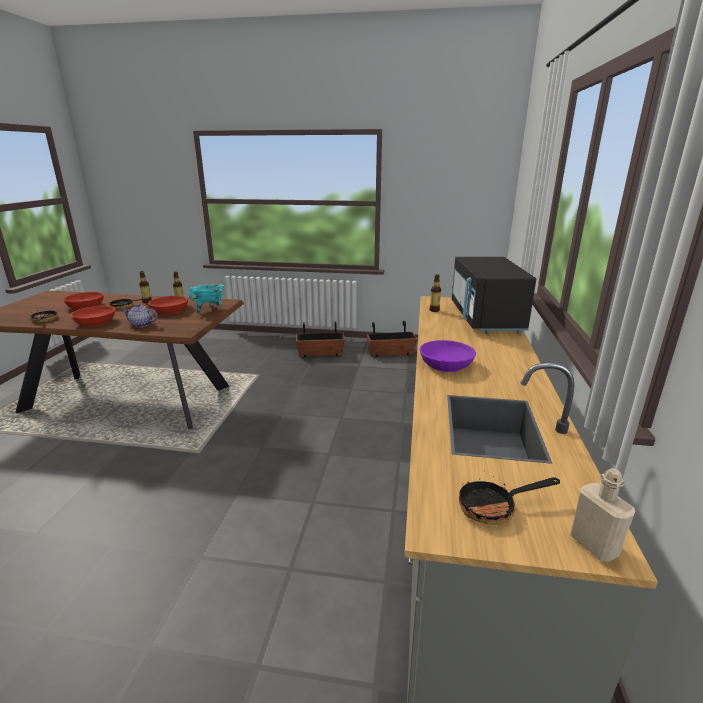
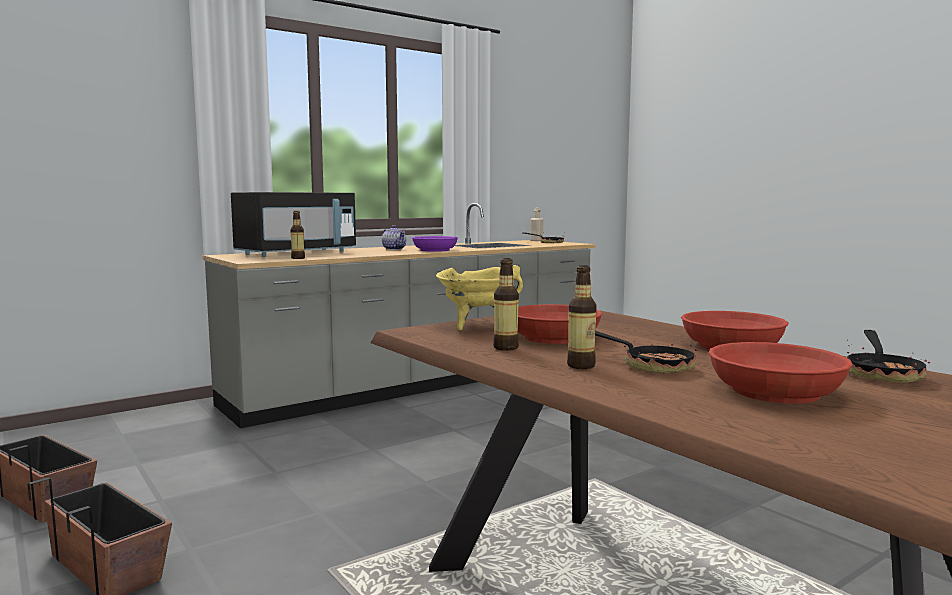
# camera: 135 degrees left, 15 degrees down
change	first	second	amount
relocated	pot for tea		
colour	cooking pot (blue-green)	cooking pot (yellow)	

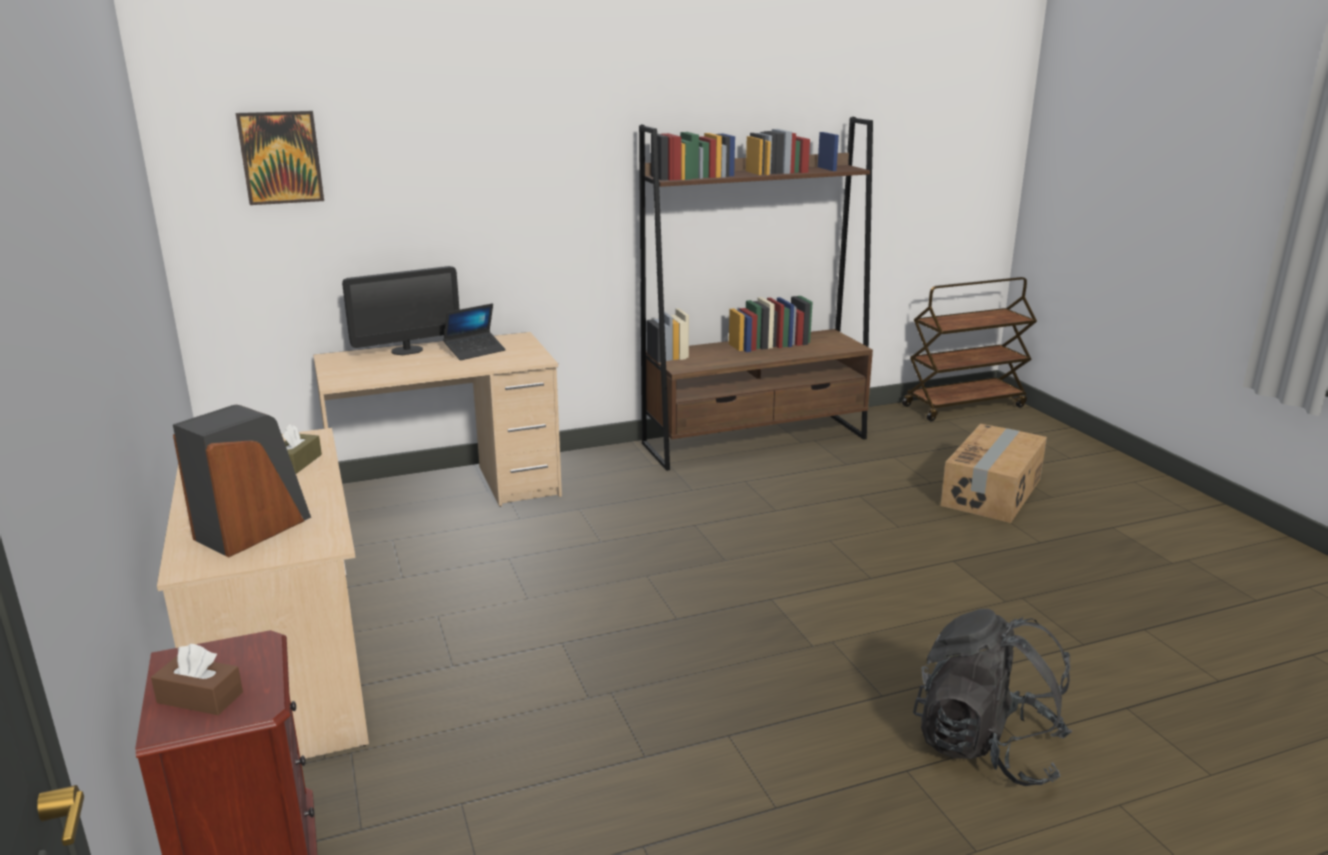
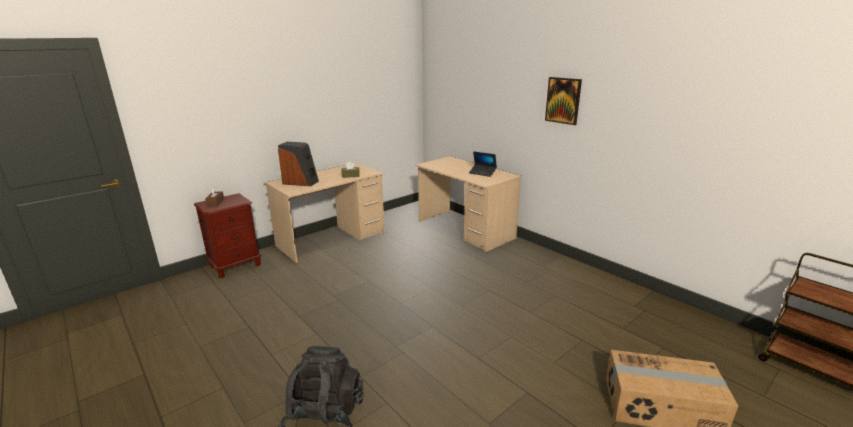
# camera: 70 degrees right, 0 degrees up
change	first	second	amount
relocated	wall art		
missing	computer screen		
missing	bookcase (brown-coloured)		

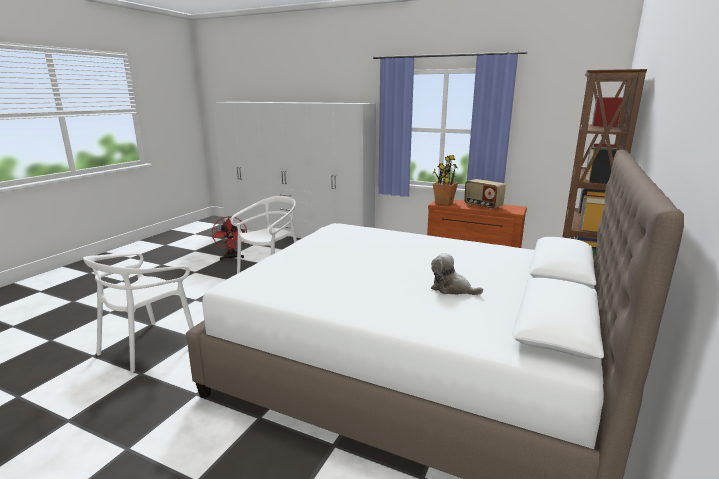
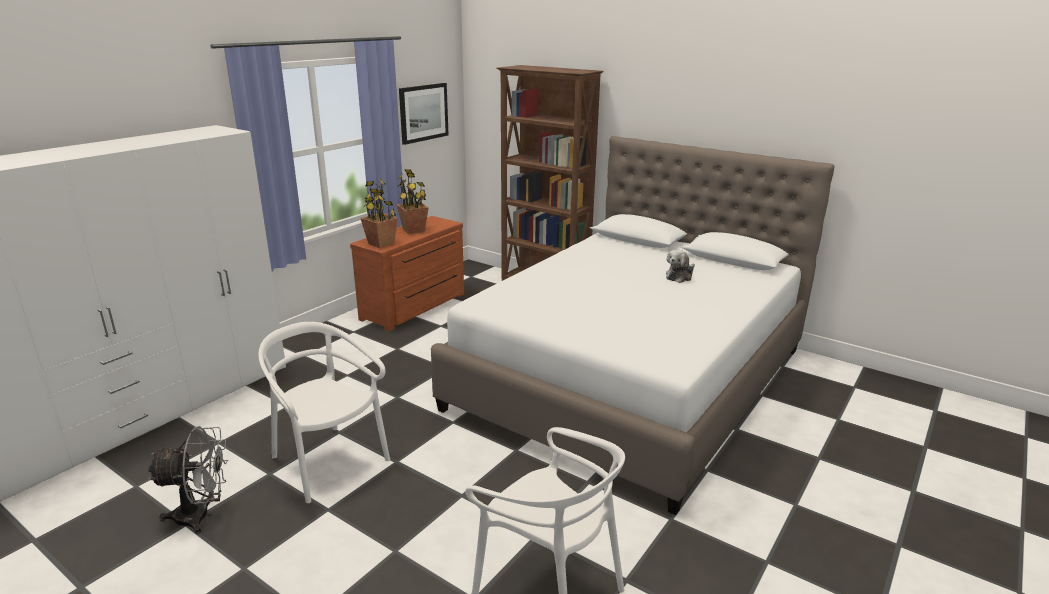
# camera: 80 degrees left, 5 degrees up
change	first	second	amount
colour	fan (red-coloured)	fan (grey)	
exchanged	radio	plant in a pot (no. 2 from left)	
appeared		wall art	

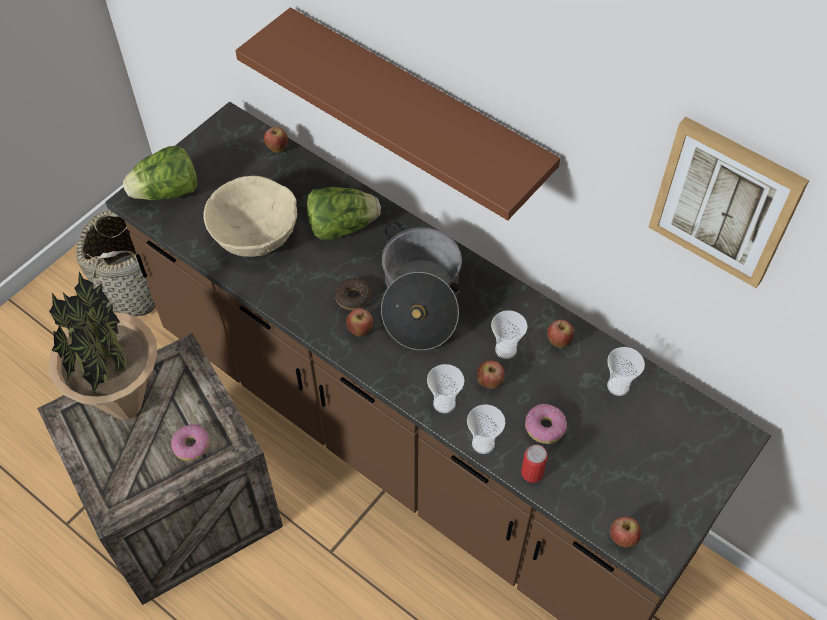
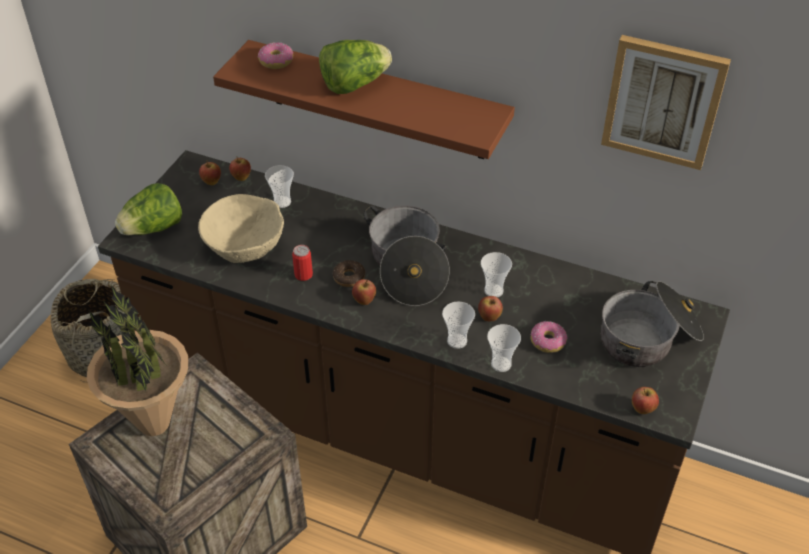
# camera: 15 degrees left, 10 degrees down
change	first	second	amount
relocated	whole apple (no. 4 from left in the first image)	whole apple (no. 1 from left)	
relocated	donut (no. 1 from left)		
relocated	drinking cup (no. 4 from left in the first image)	drinking cup (no. 1 from left)	
relocated	metal can		
relocated	lettuce head (no. 2 from left)		
appeared		cooking pot (no. 2 from left)	

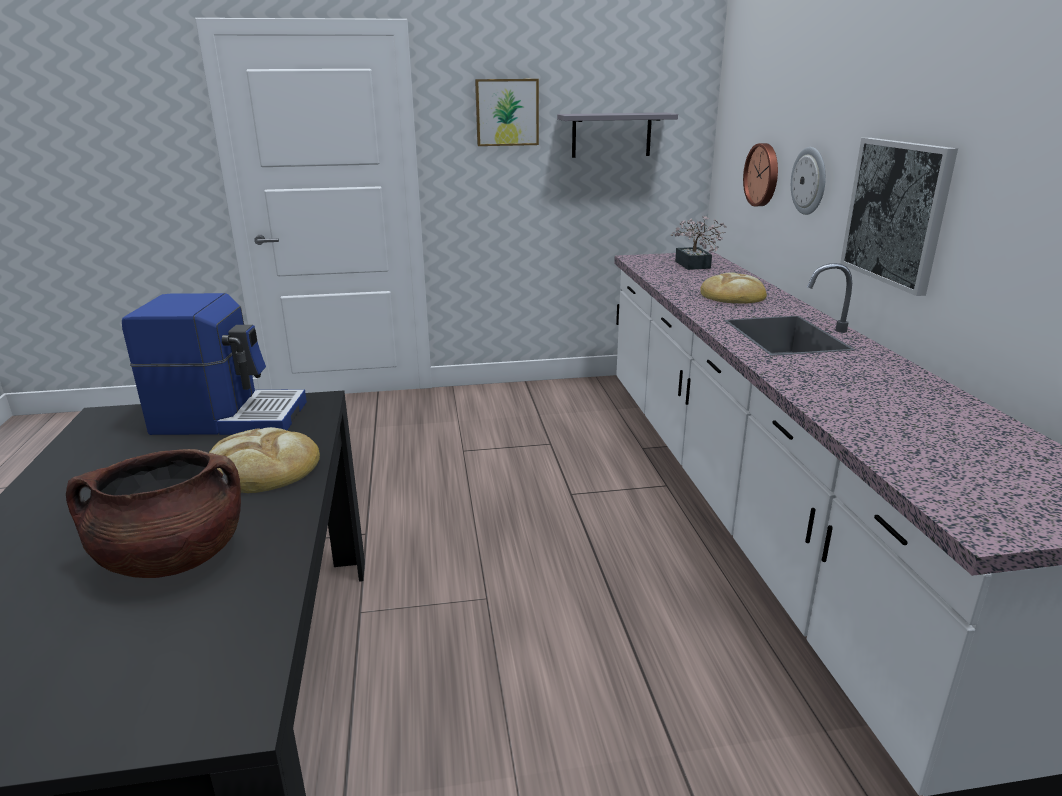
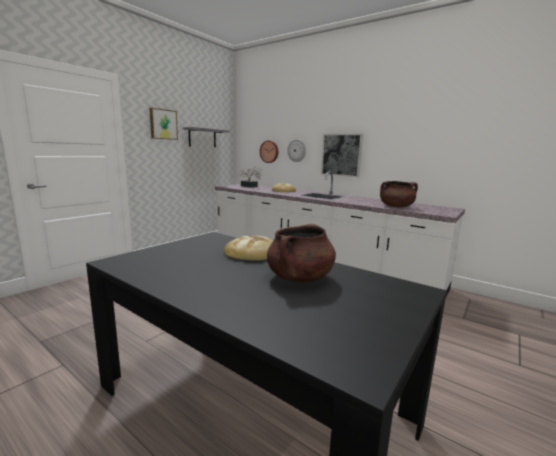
# camera: 45 degrees left, 10 degrees down
change	first	second	amount
appeared		cooking pot (brown-coloured) (no. 2 from left)	
missing	coffee maker		

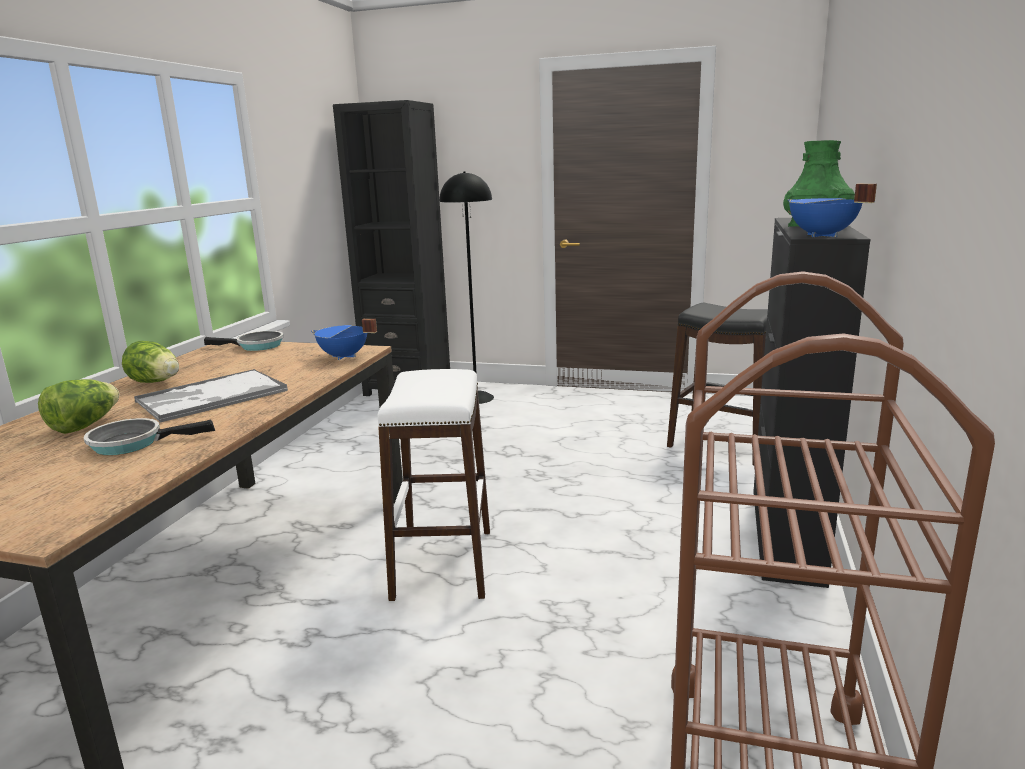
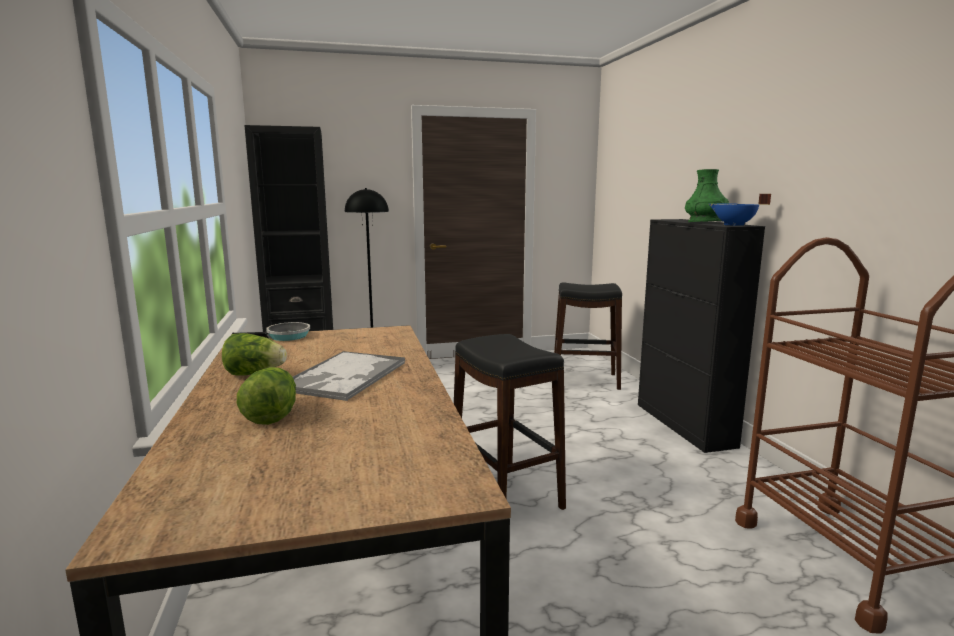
# camera: 30 degrees left, 5 degrees down
change	first	second	amount
colour	stool seat (whitish)	stool seat (black-coloured) (no. 1 from left)	
missing	frying pan (no. 1 from left)		
missing	cooking pot (blue-coloured) (no. 1 from left)		

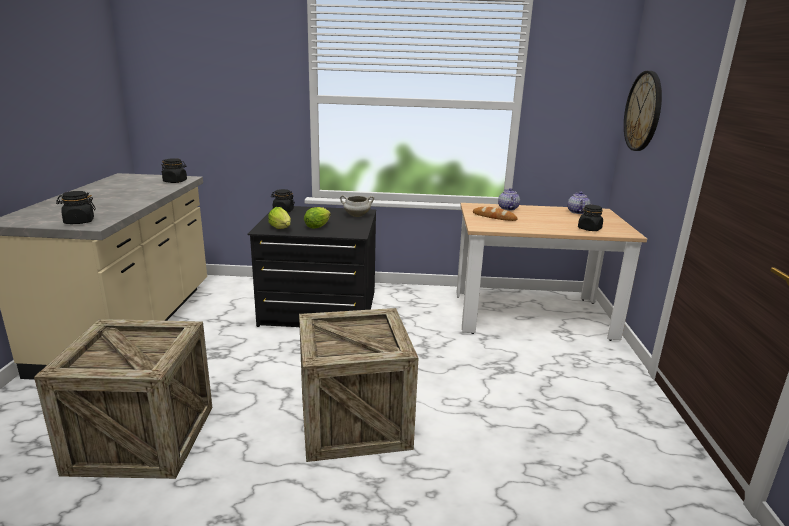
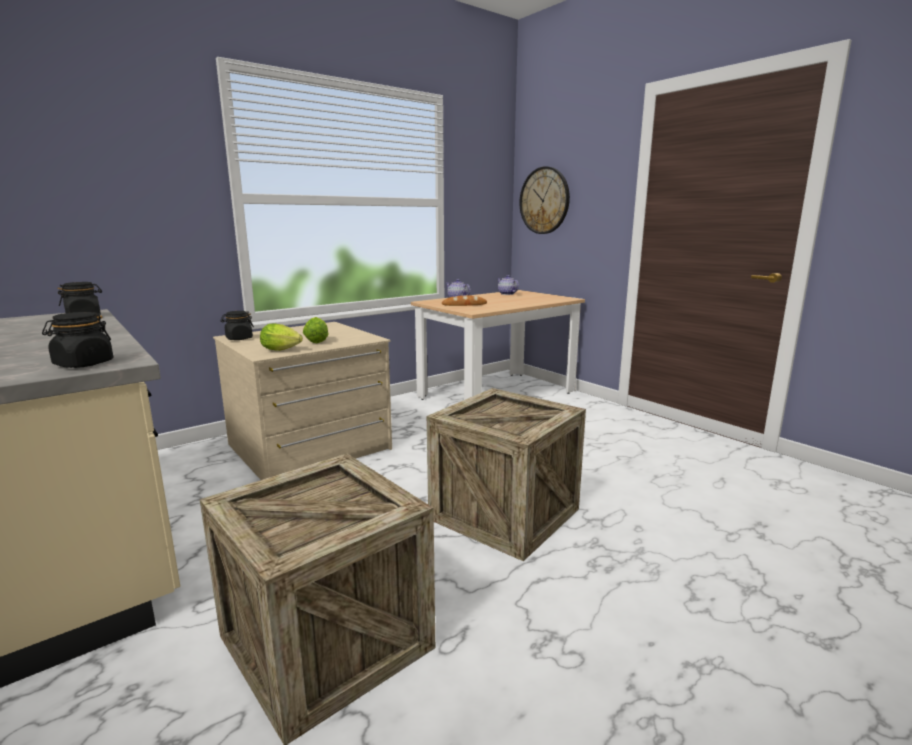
# camera: 40 degrees left, 5 degrees down
change	first	second	amount
colour	chest of drawers (black-coloured)	chest of drawers (beige)	
missing	cooking pot (whitish)		
missing	jar (black-coloured) (no. 4 from left)		

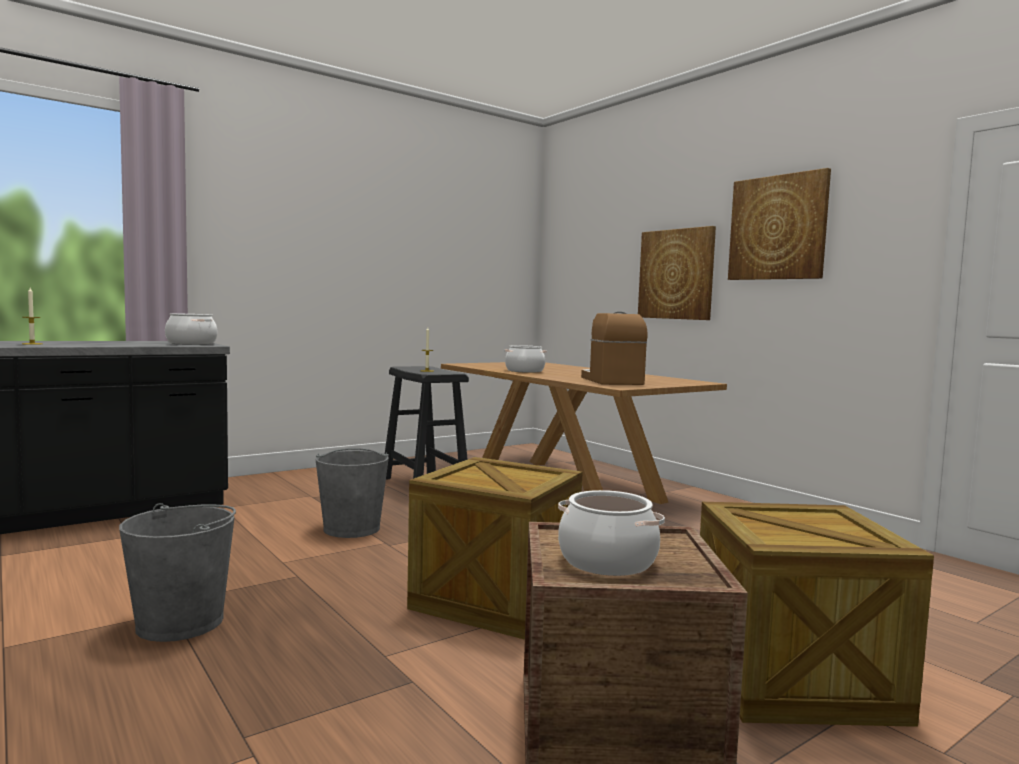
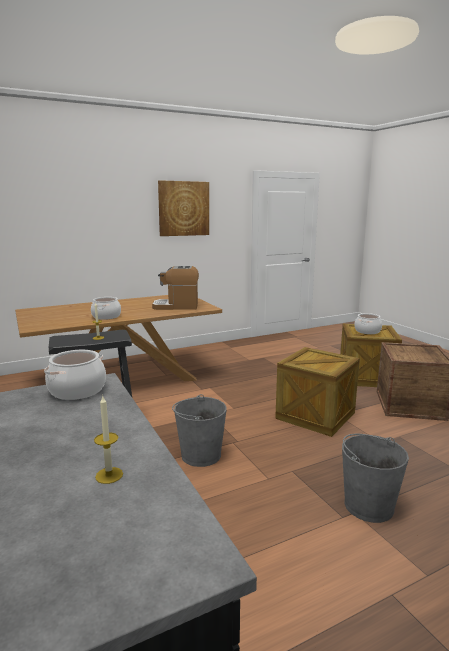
# camera: 80 degrees left, 10 degrees up
change	first	second	amount
relocated	cooking pot (no. 3 from left)		
missing	wall art (no. 1 from left)		

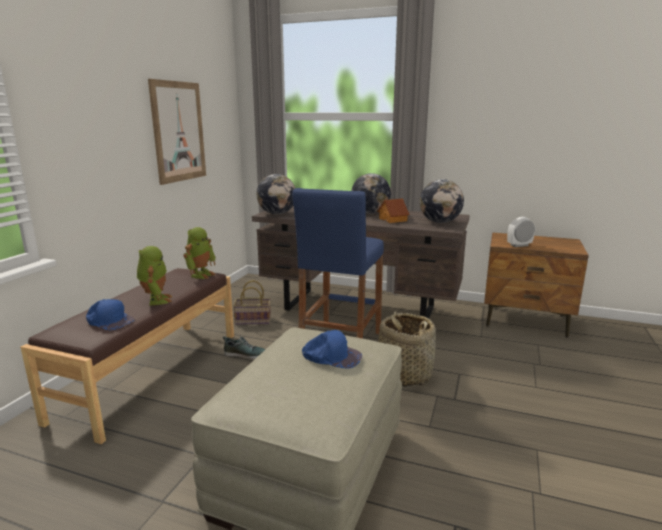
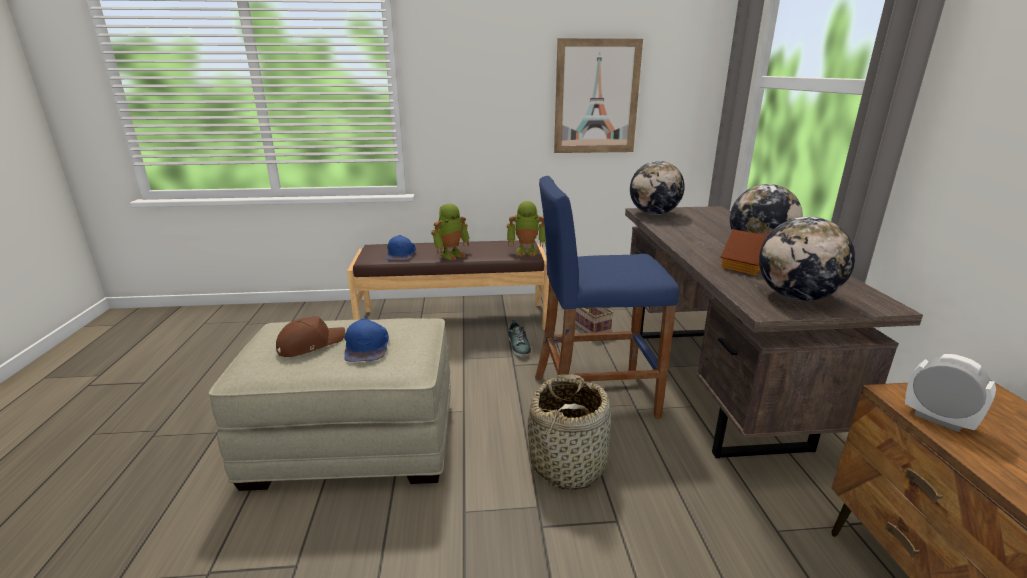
# camera: 65 degrees right, 5 degrees up
change	first	second	amount
appeared		cap (brown-coloured)	

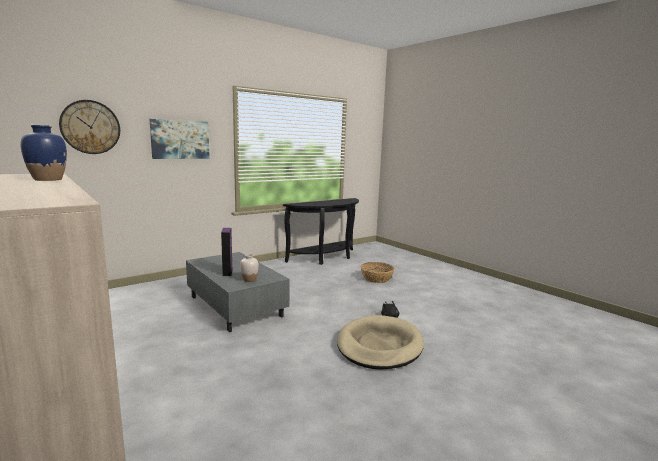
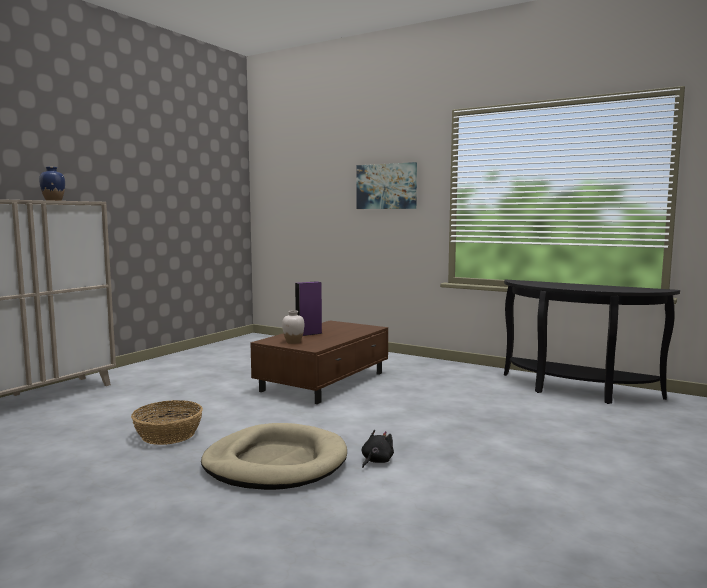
# camera: 70 degrees right, 5 degrees down
change	first	second	amount
relocated	household basket		
colour	coffee table (grey)	coffee table (brown-coloured)	
missing	hanging clock		

